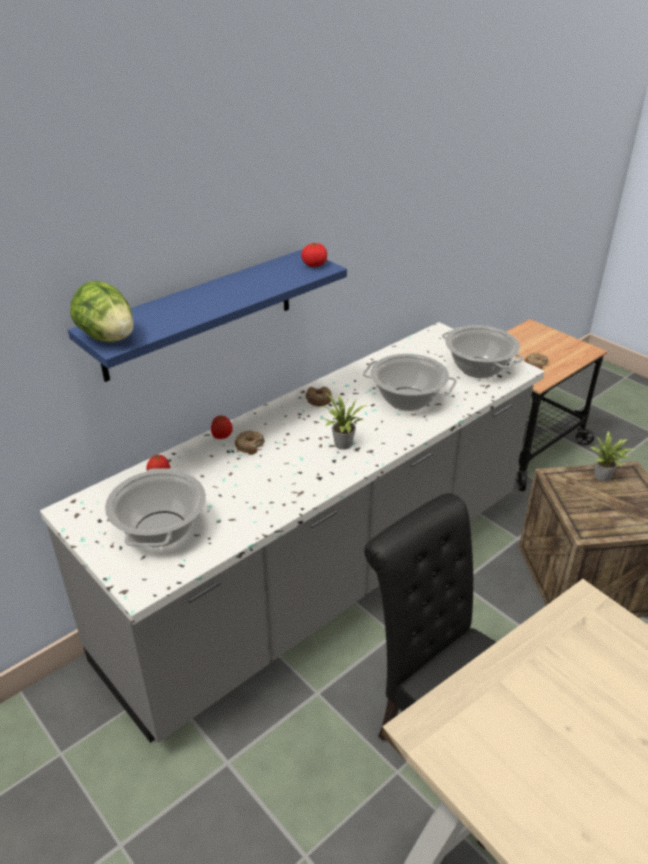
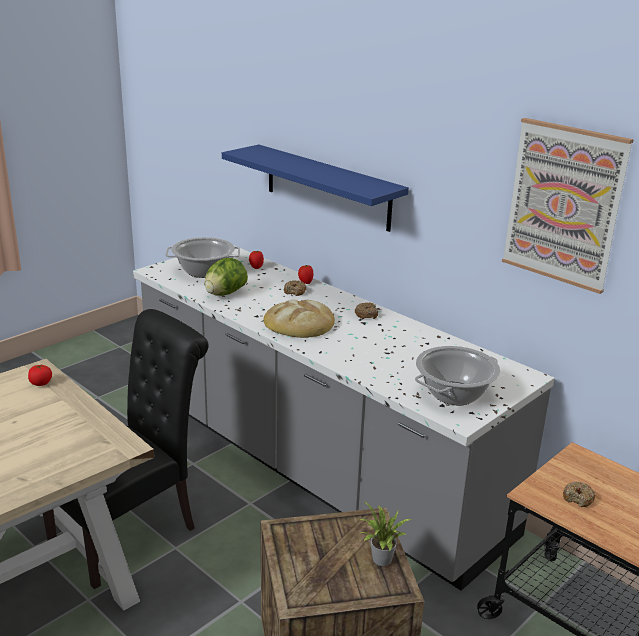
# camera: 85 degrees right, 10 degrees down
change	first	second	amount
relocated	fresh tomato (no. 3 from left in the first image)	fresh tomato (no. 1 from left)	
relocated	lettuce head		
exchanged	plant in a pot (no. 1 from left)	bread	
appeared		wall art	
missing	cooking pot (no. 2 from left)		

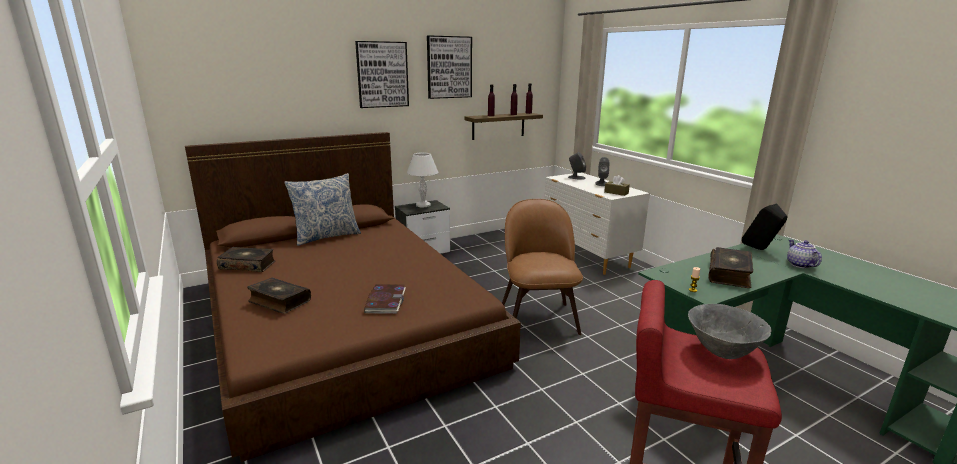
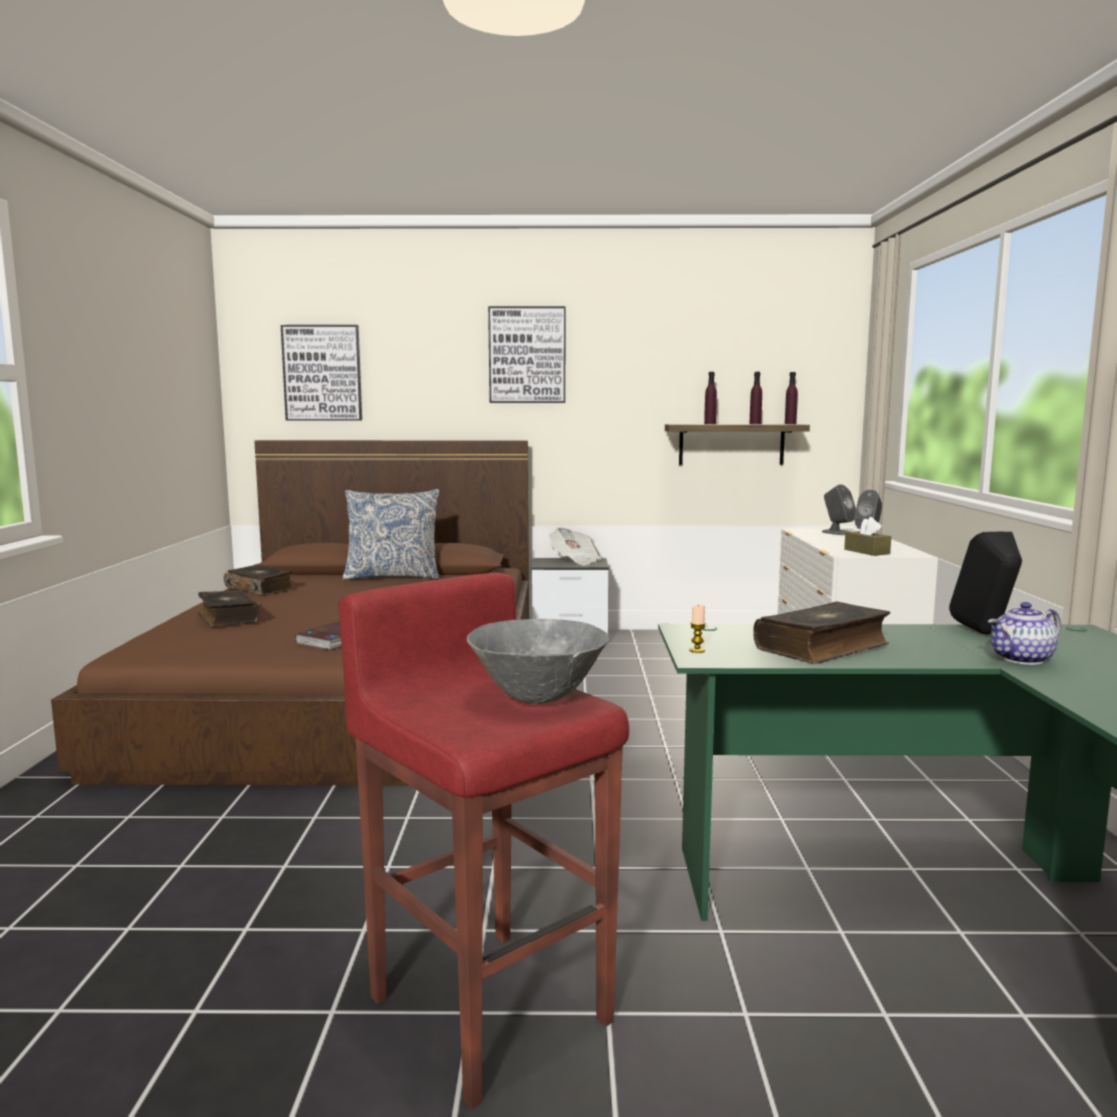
# camera: 30 degrees right, 10 degrees down
change	first	second	amount
relocated	wall art (no. 2 from left in the first image)	wall art (no. 1 from left)	
exchanged	table lamp (whitish)	daily paper	
spun	pot for tea		135 degrees counterclockwise
missing	plain chair (brown-coloured)		

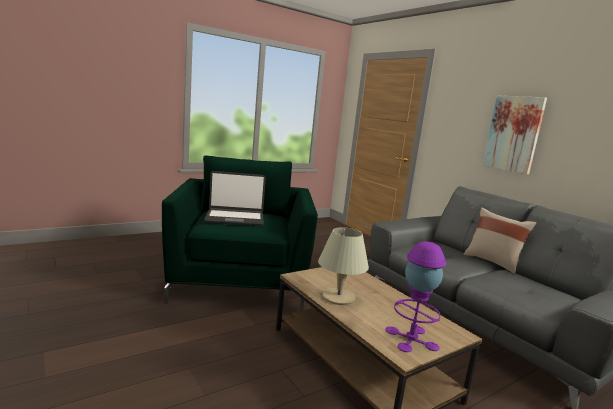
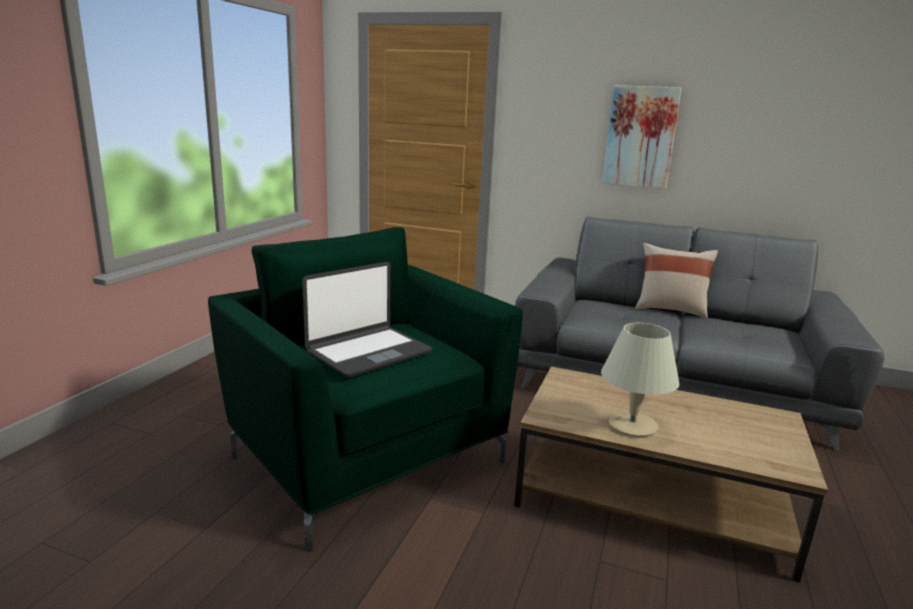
# camera: 35 degrees left, 5 degrees up
change	first	second	amount
missing	table lamp (purple)		

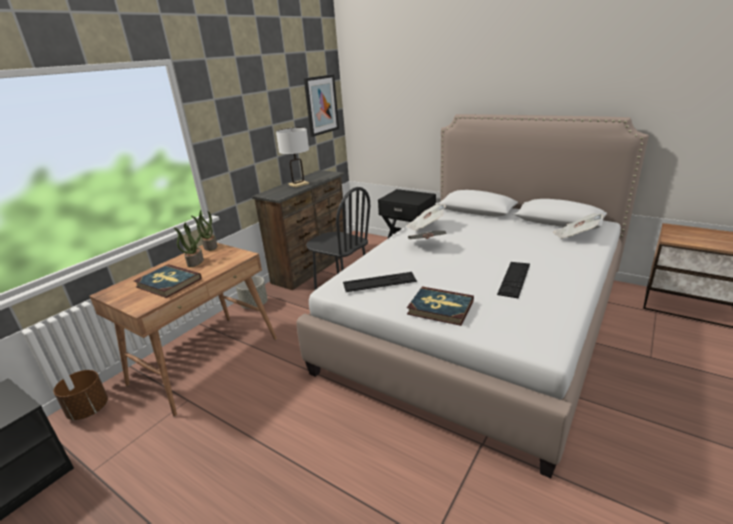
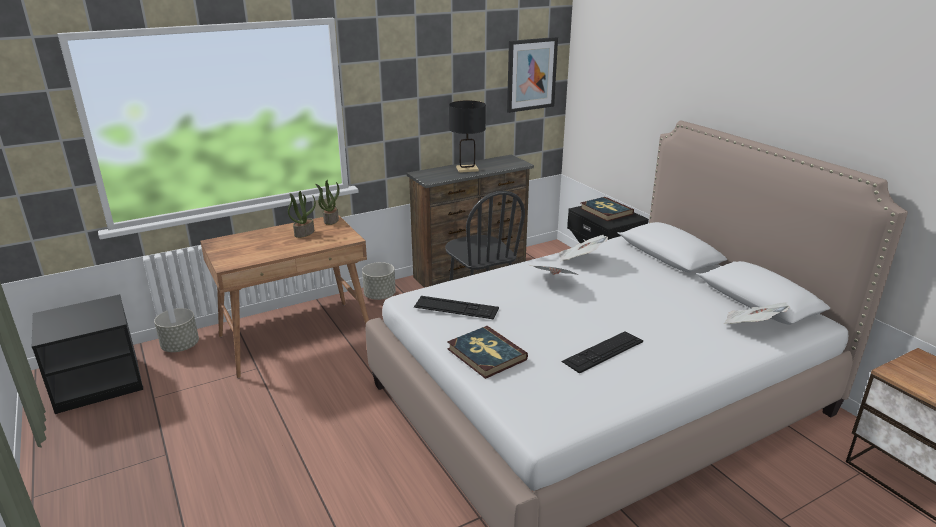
# camera: 25 degrees right, 0 degrees up
change	first	second	amount
colour	planter (brown-coloured)	planter (grey) (no. 1 from left)	
colour	table lamp (whitish)	table lamp (black-coloured)	
relocated	volume (no. 1 from left in the first image)	volume (no. 2 from left)	

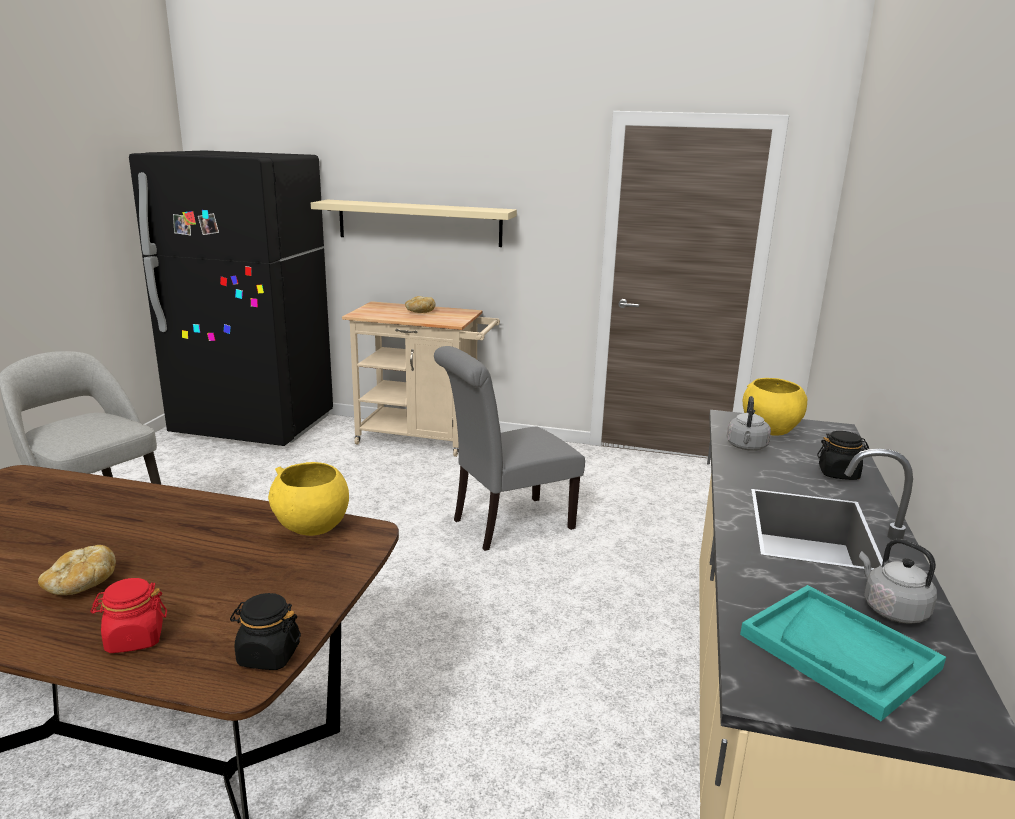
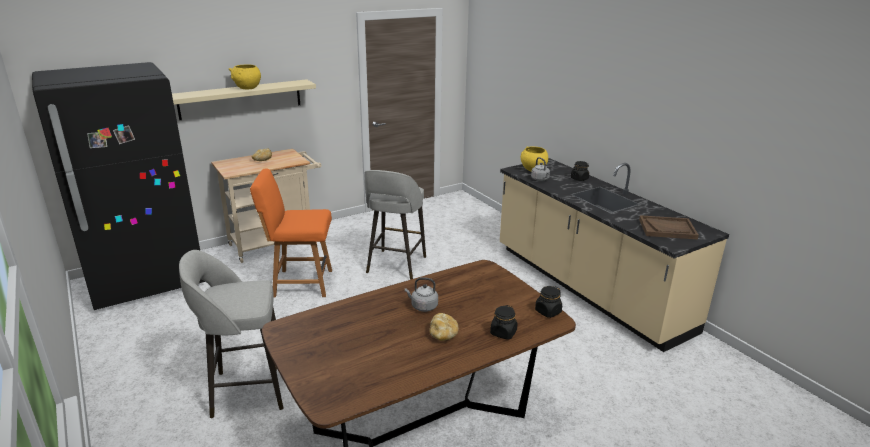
# camera: 45 degrees left, 5 degrees up
change	first	second	amount
relocated	bowl (yellow) (no. 1 from left)		
appeared		plain chair (orangey)	
exchanged	plain chair (grey)	stool seat (grey) (no. 2 from left)	
relocated	water kettle (grey) (no. 2 from left in the first image)	water kettle (grey) (no. 1 from left)	
colour	jar (red-coloured)	jar (black-coloured) (no. 1 from left)	
colour	tray (blue-green)	tray (brown-coloured)	

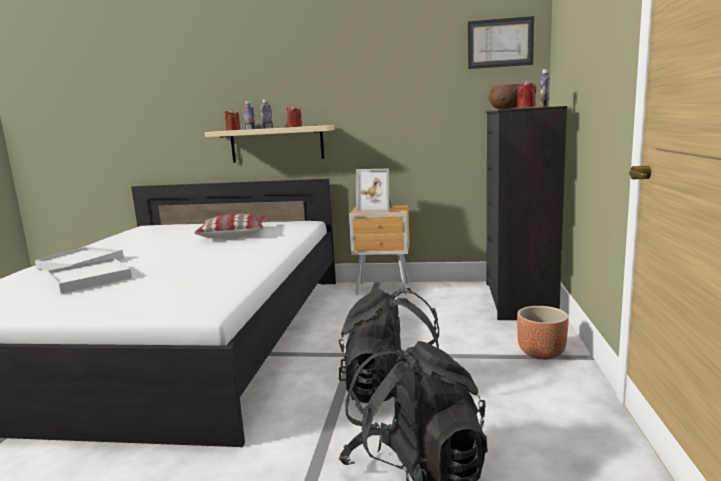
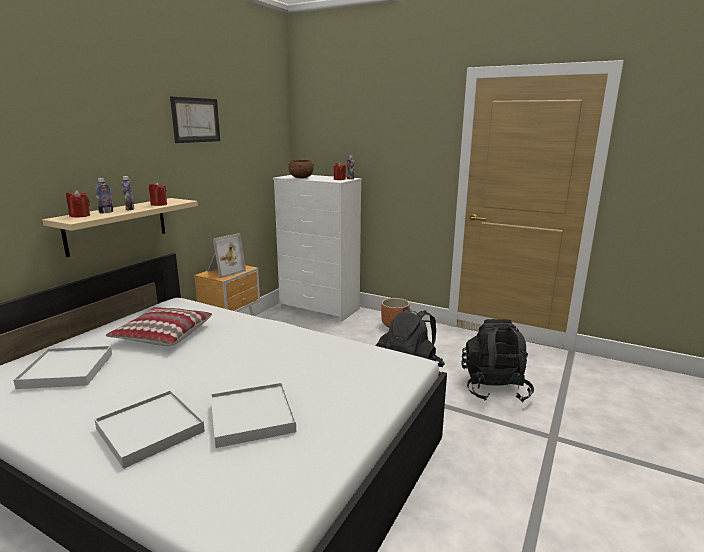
# camera: 70 degrees left, 5 degrees up
change	first	second	amount
appeared		tray (whitish) (no. 1 from left)	
relocated	wall art		
colour	chest of drawers (black-coloured)	chest of drawers (whitish)	

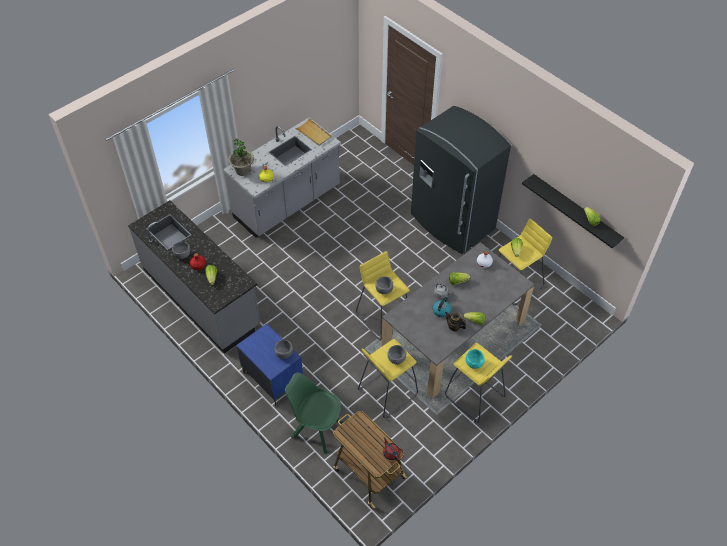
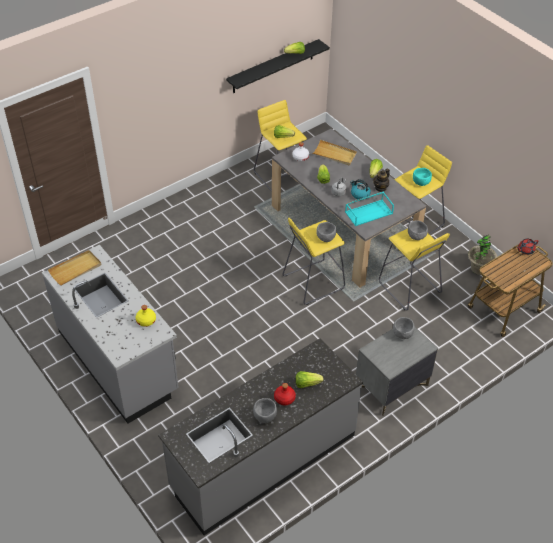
# camera: 85 degrees left, 5 degrees down
change	first	second	amount
appeared		tray (beige) (no. 2 from left)	
appeared		tray (blue-green)	
colour	bedside table (blue-coloured)	bedside table (grey)	
relocated	plant in a pot		
missing	plain chair (green)		
missing	fridge (grey)		

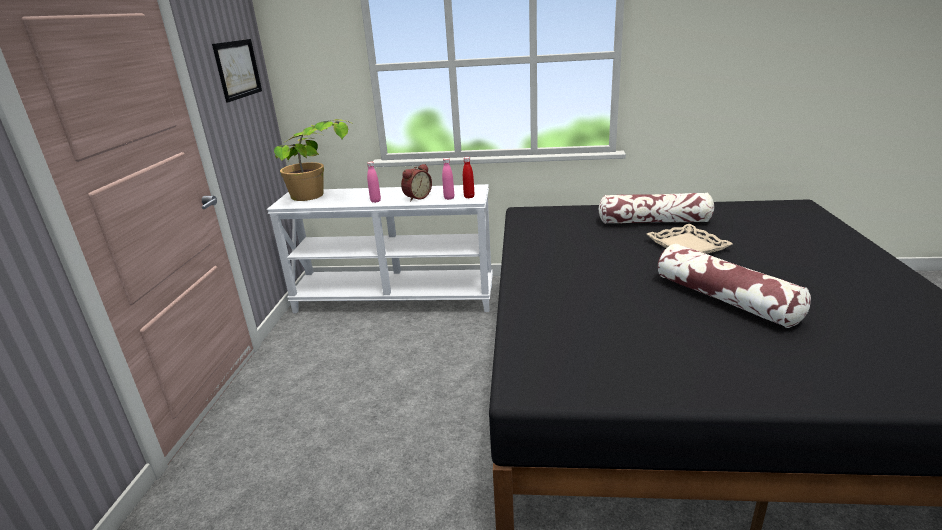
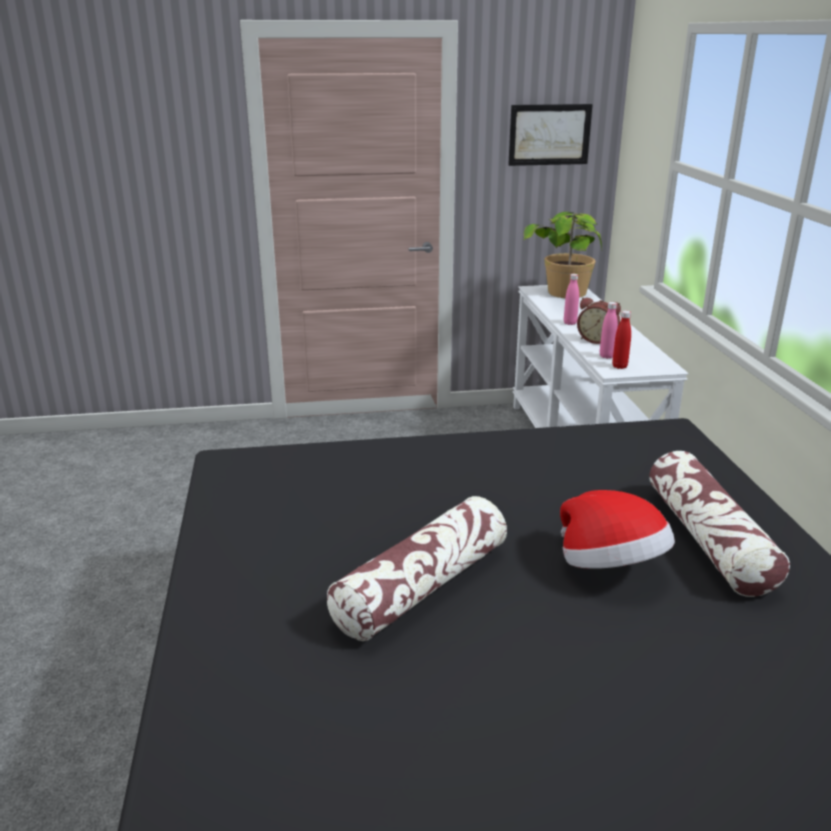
# camera: 75 degrees right, 0 degrees up
change	first	second	amount
exchanged	tray (beige)	wearable hat	

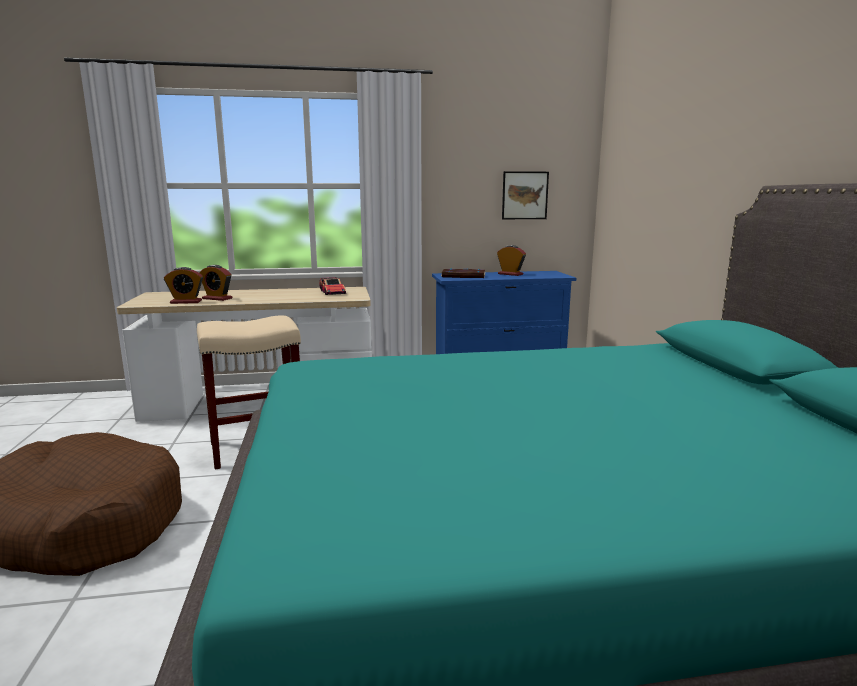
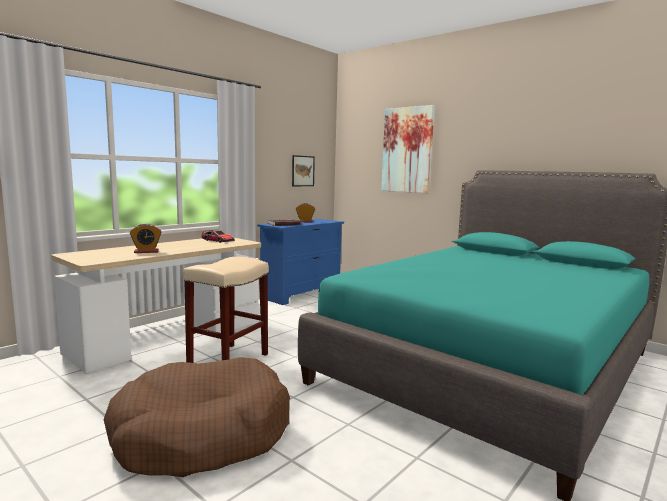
# camera: 40 degrees left, 5 degrees down
change	first	second	amount
appeared		wall art (no. 2 from left)	
missing	table clock (no. 1 from left)		

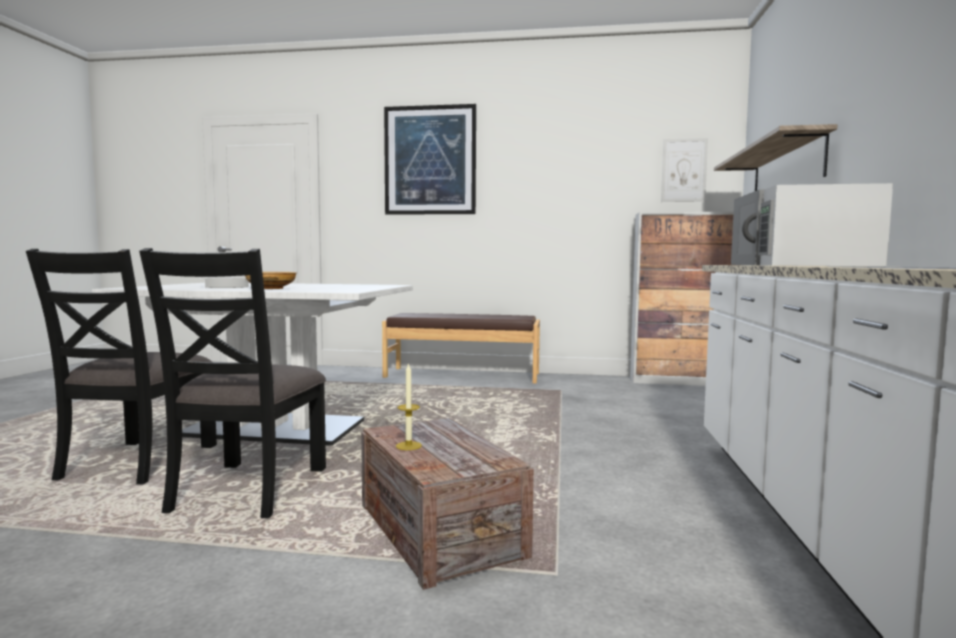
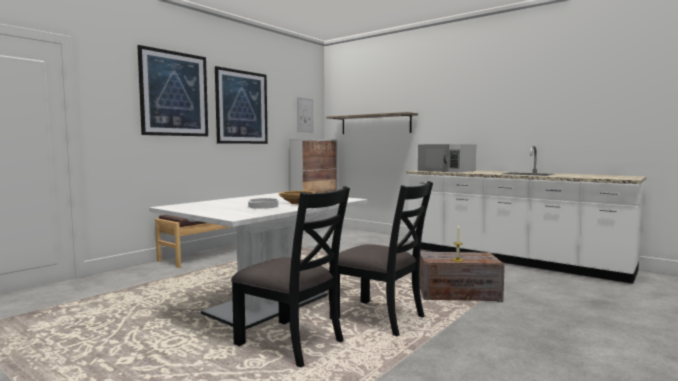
# camera: 60 degrees left, 0 degrees up
change	first	second	amount
appeared		wall art (no. 2 from left)	

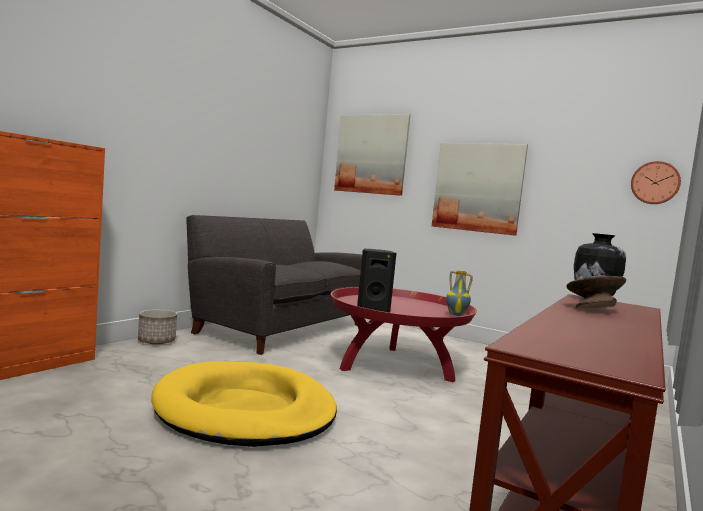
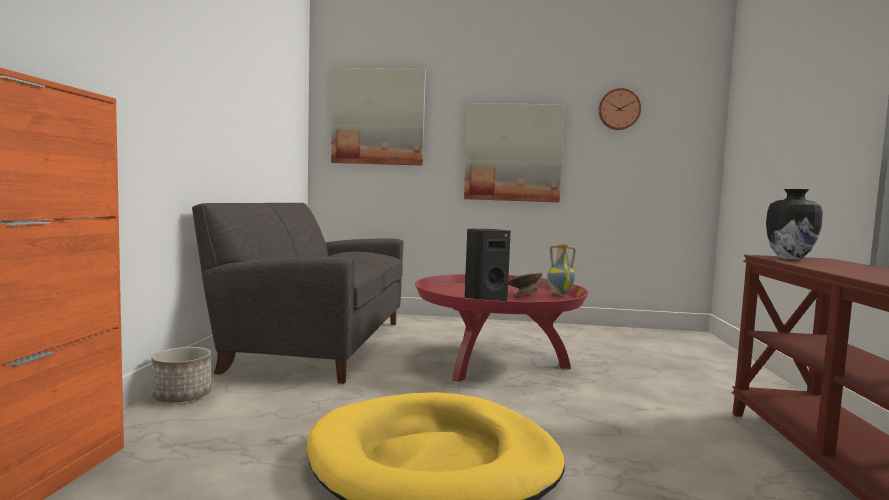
# camera: 25 degrees left, 0 degrees up
change	first	second	amount
relocated	bowl (grey)		
relocated	hanging clock		

